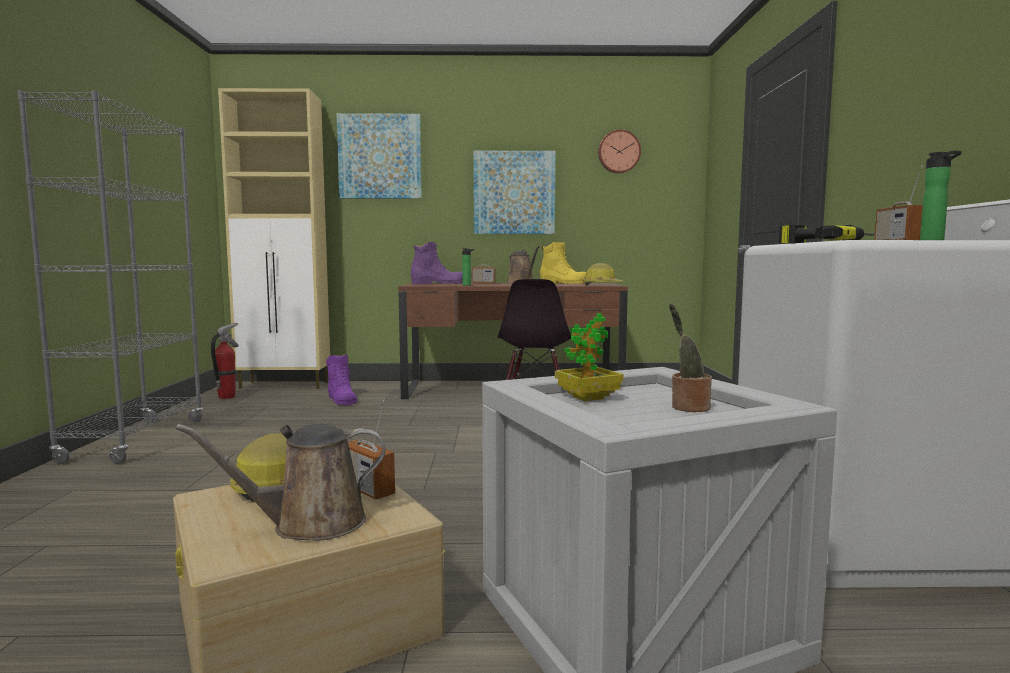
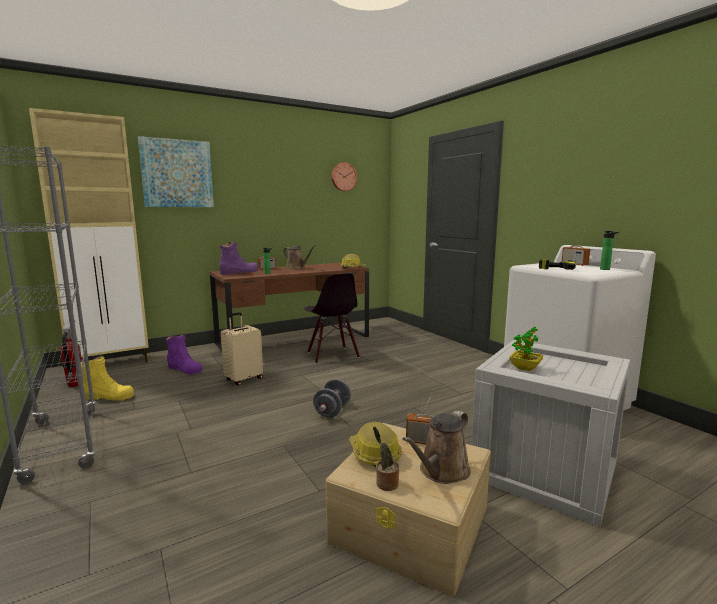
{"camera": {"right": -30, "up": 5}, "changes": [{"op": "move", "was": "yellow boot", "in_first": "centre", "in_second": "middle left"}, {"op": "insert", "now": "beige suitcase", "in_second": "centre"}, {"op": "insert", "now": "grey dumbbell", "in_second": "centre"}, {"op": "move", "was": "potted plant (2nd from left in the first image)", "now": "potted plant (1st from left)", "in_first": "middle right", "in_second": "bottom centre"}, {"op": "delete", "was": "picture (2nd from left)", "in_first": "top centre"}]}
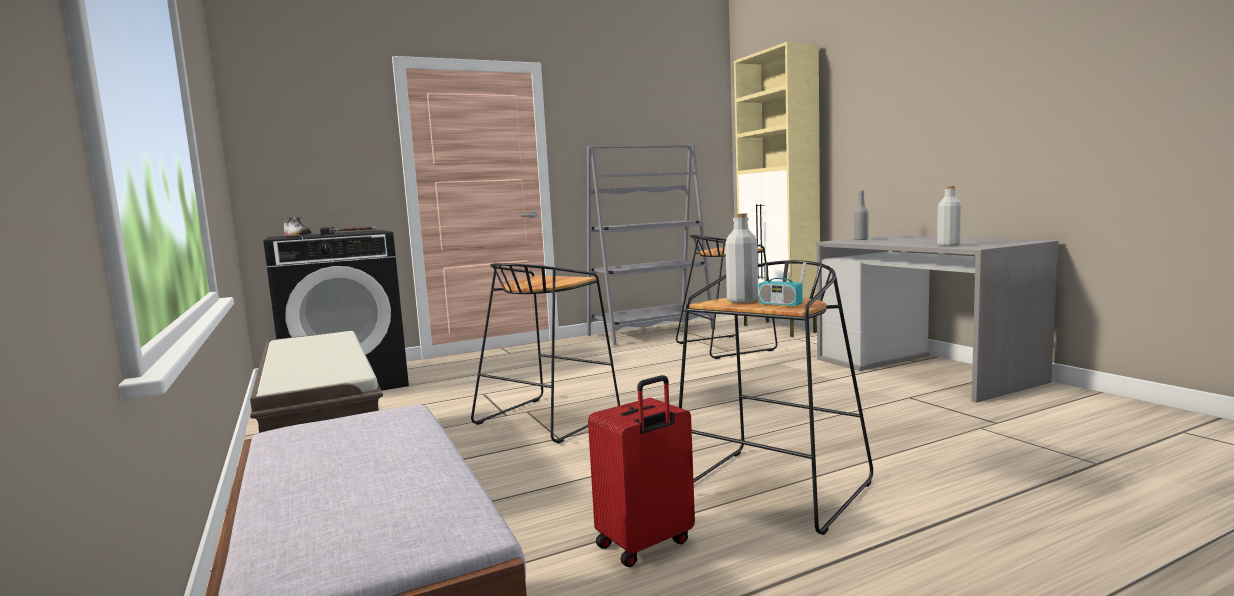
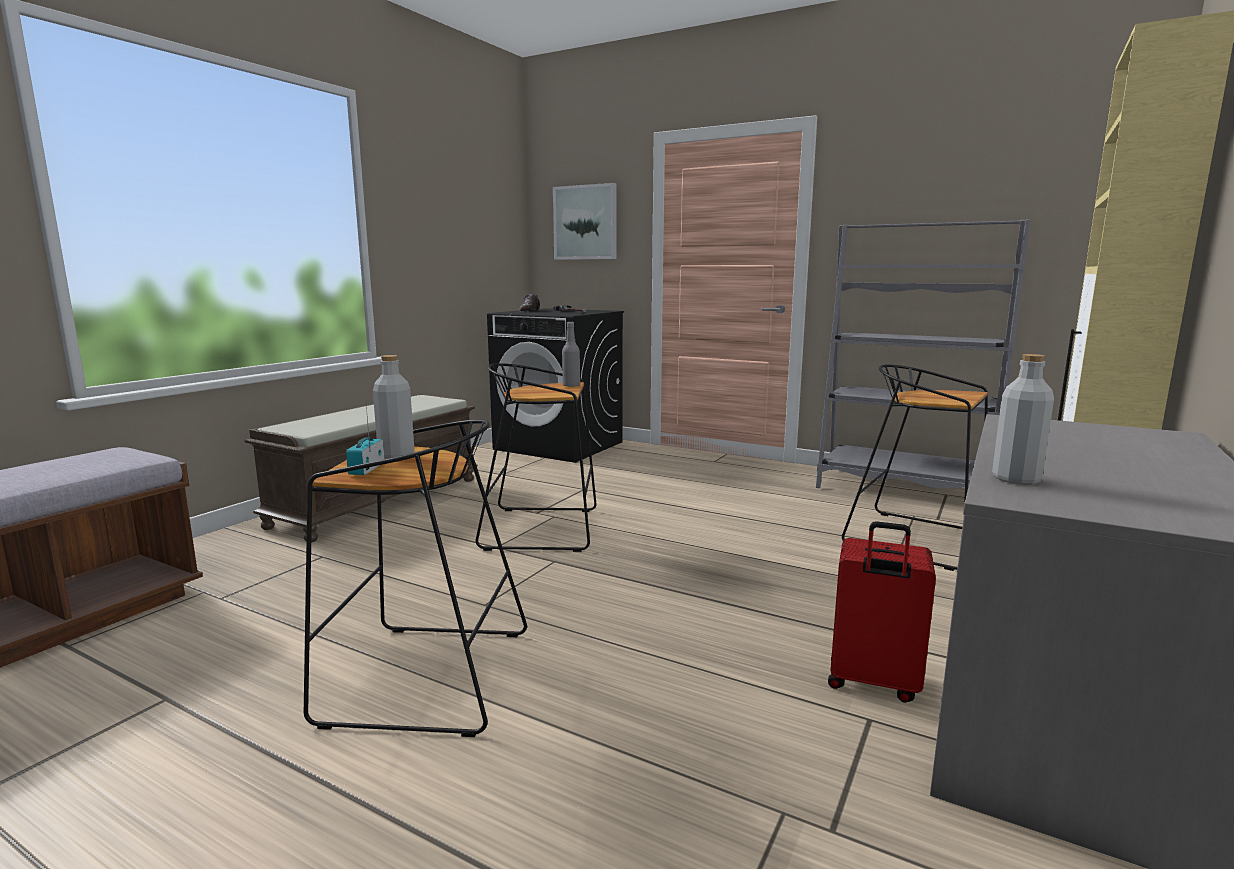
{"camera": {"right": 55, "up": 5}, "changes": [{"op": "insert", "now": "picture", "in_second": "top centre"}, {"op": "move", "was": "grey bottle (2nd from left)", "in_first": "middle right", "in_second": "centre"}, {"op": "move", "was": "red suitcase", "in_first": "bottom centre", "in_second": "bottom right"}]}
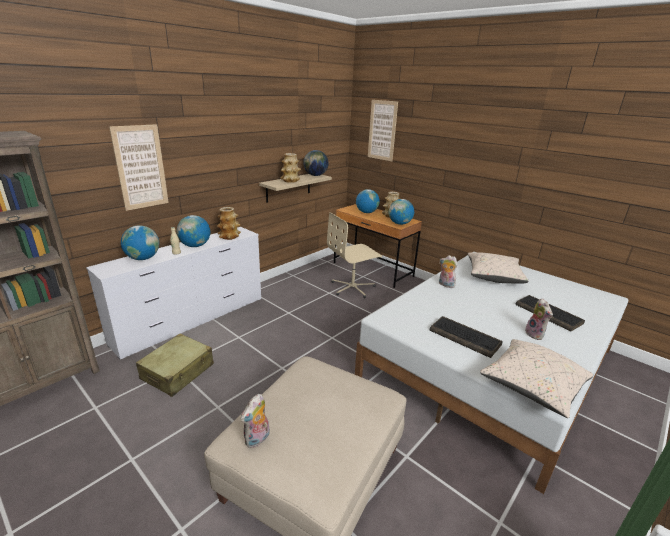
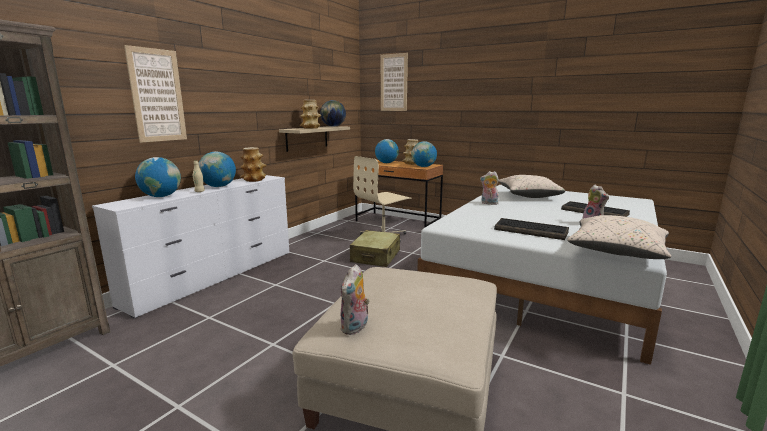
{"camera": {"right": -10, "up": -10}, "changes": [{"op": "move", "was": "beige suitcase", "in_first": "bottom left", "in_second": "centre"}]}
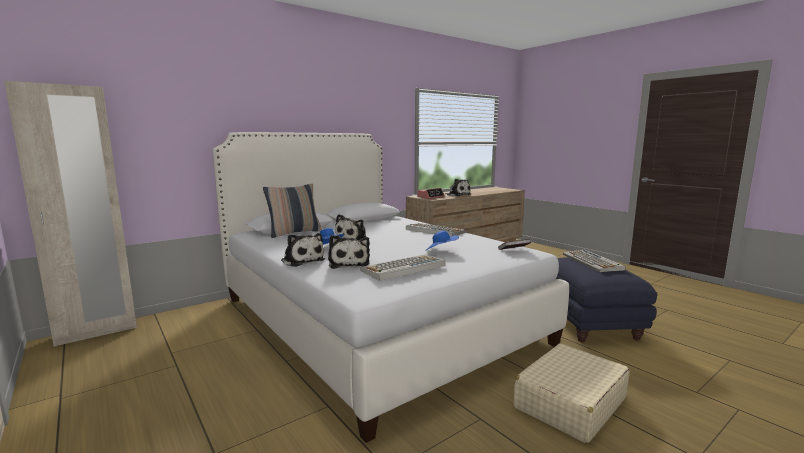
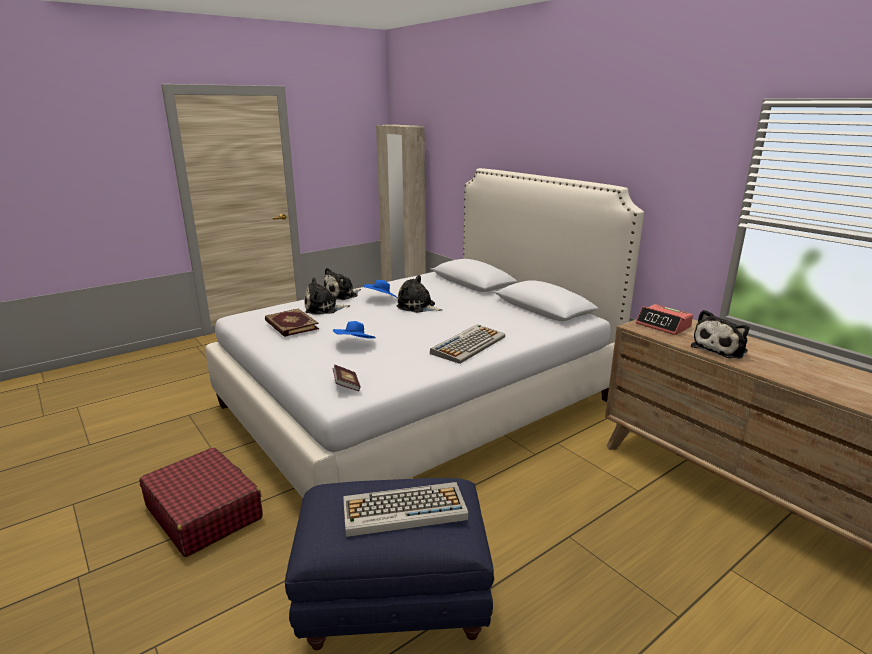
{"camera": {"right": 90, "up": 10}, "changes": [{"op": "recolor", "was": "beige suitcase", "now": "red suitcase", "in_first": "bottom right", "in_second": "bottom left"}, {"op": "replace", "was": "keyboard (1st from left)", "now": "book (1st from left)", "in_first": "centre", "in_second": "centre"}, {"op": "delete", "was": "pillow", "in_first": "centre"}]}
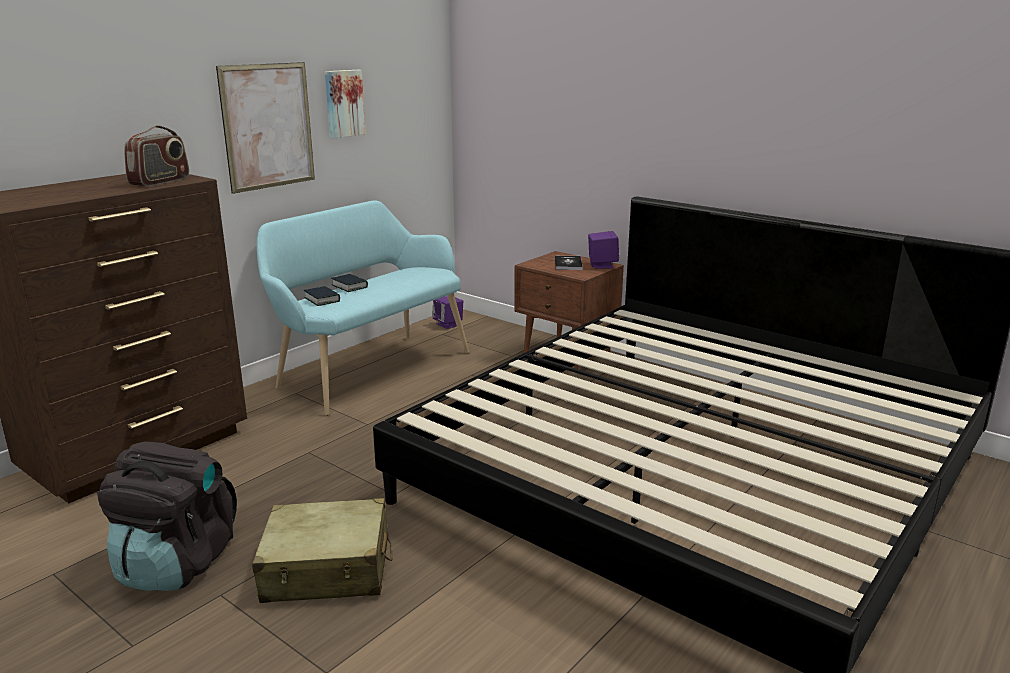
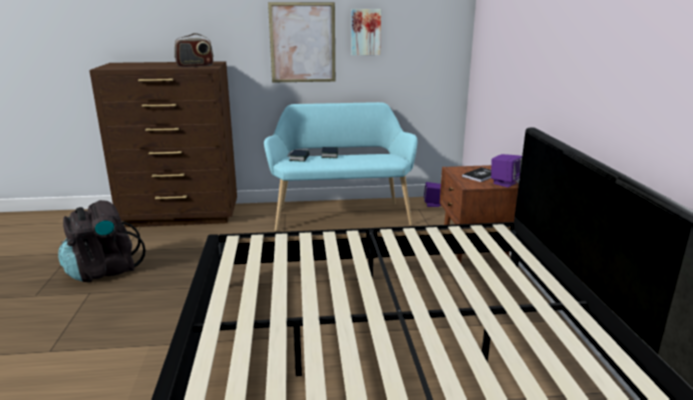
{"camera": {"right": 45, "up": 0}, "changes": [{"op": "delete", "was": "beige suitcase", "in_first": "bottom left"}]}
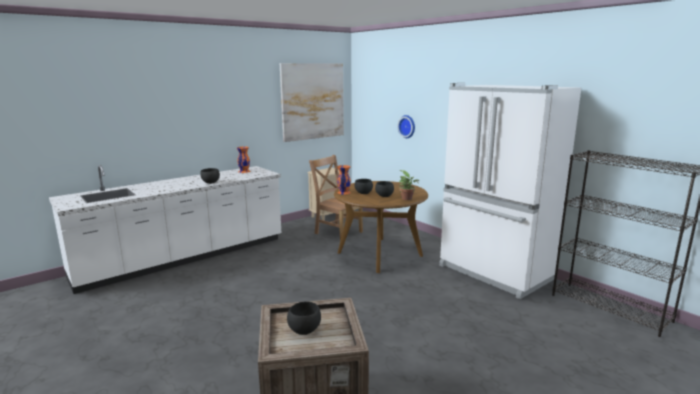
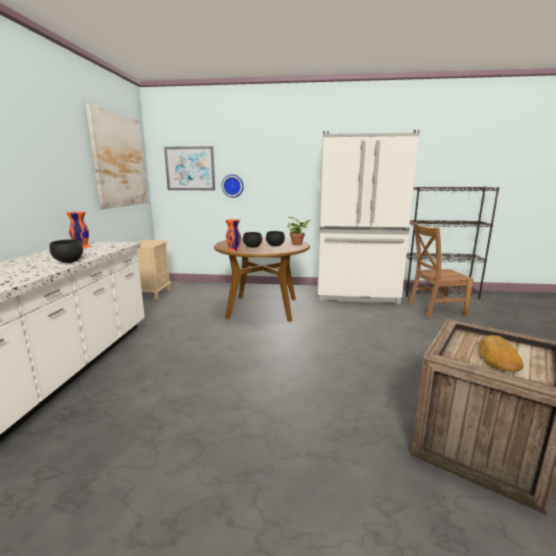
{"camera": {"right": -45, "up": 0}, "changes": [{"op": "insert", "now": "picture (2nd from left)", "in_second": "top centre"}, {"op": "move", "was": "brown chair", "in_first": "centre", "in_second": "middle right"}, {"op": "replace", "was": "black bowl (2nd from left)", "now": "bread", "in_first": "bottom centre", "in_second": "middle right"}]}
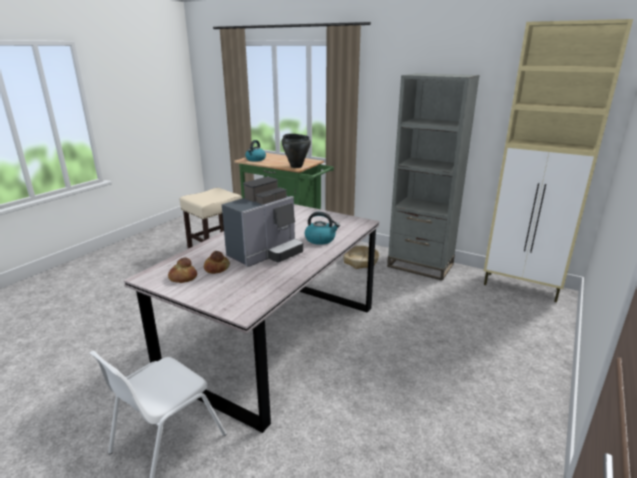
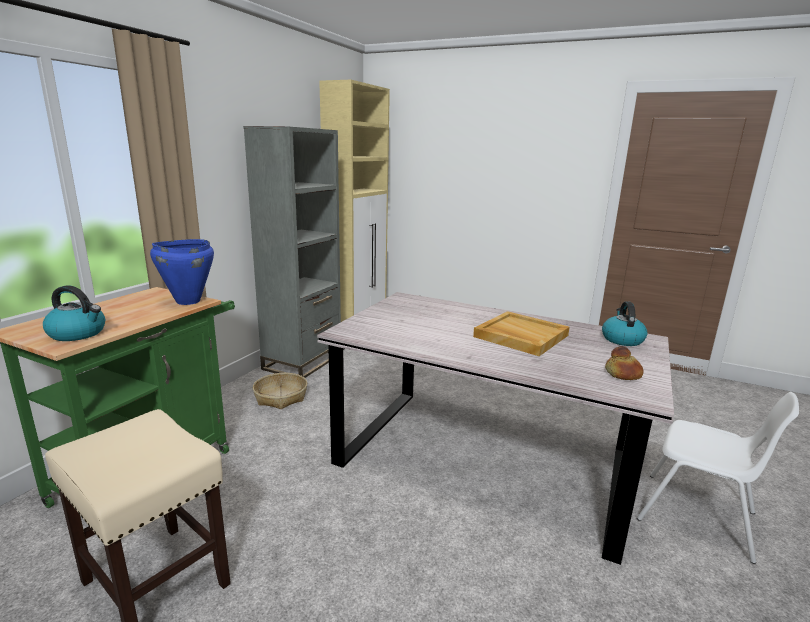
{"camera": {"right": -95, "up": -5}, "changes": [{"op": "recolor", "was": "black cooking pot", "now": "blue cooking pot", "in_first": "top centre", "in_second": "middle left"}, {"op": "replace", "was": "coffee machine", "now": "beige tray", "in_first": "centre", "in_second": "centre"}, {"op": "move", "was": "kettle (2nd from left)", "in_first": "centre", "in_second": "middle right"}, {"op": "delete", "was": "bread (2nd from left)", "in_first": "centre"}]}
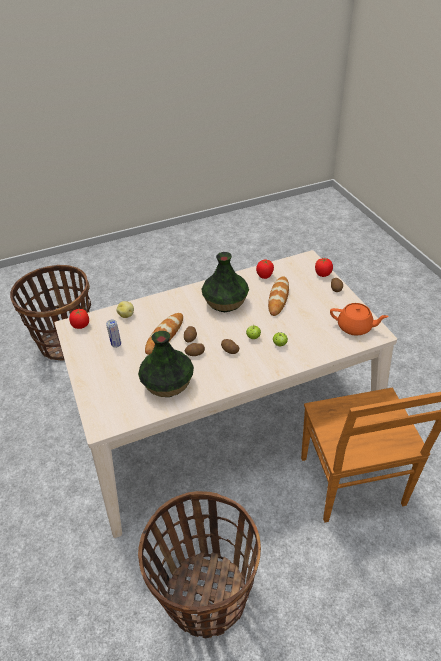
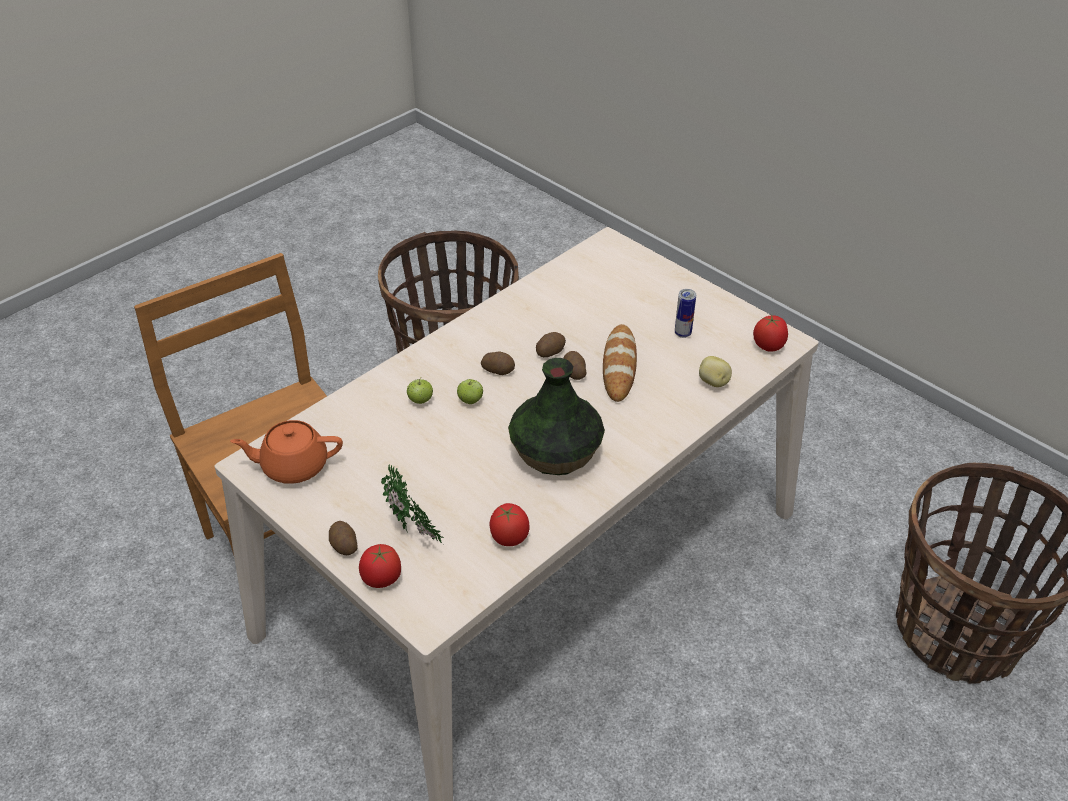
{"camera": {"right": 155, "up": 0}, "changes": [{"op": "insert", "now": "potted plant", "in_second": "centre"}, {"op": "delete", "was": "vase (1st from left)", "in_first": "centre"}, {"op": "delete", "was": "bread (2nd from left)", "in_first": "centre"}]}
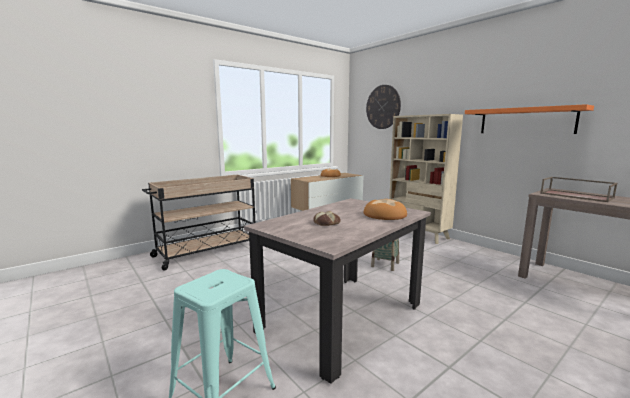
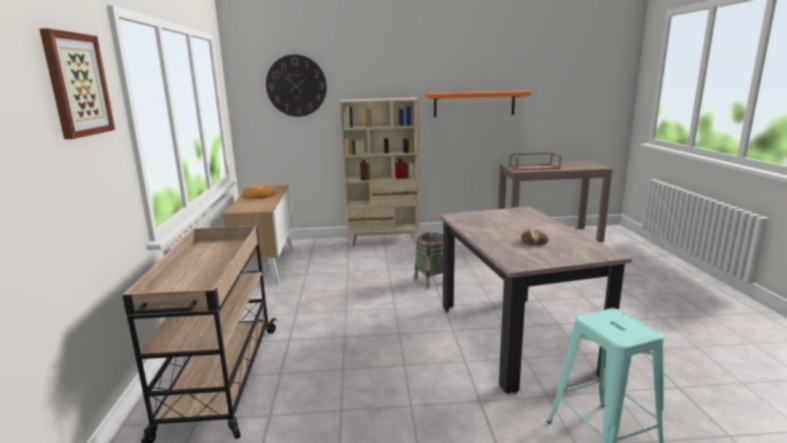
{"camera": {"right": -55, "up": 5}, "changes": [{"op": "insert", "now": "picture", "in_second": "top left"}, {"op": "delete", "was": "bread (3rd from left)", "in_first": "centre"}]}
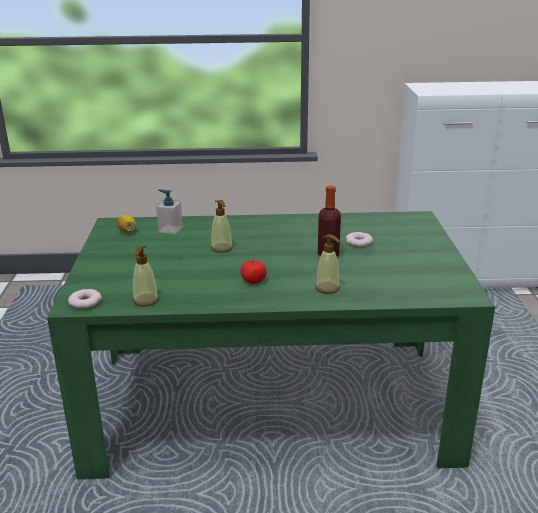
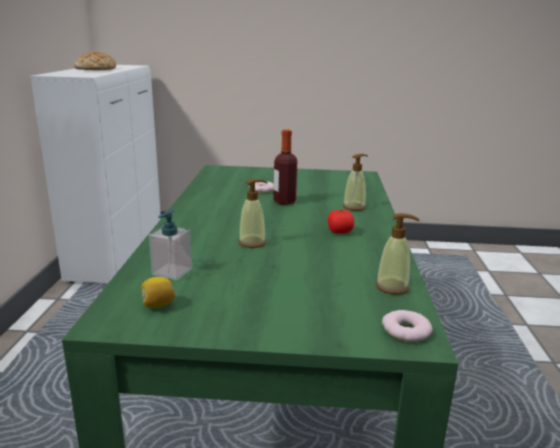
{"camera": {"right": -85, "up": -5}, "changes": [{"op": "insert", "now": "bread", "in_second": "top left"}]}
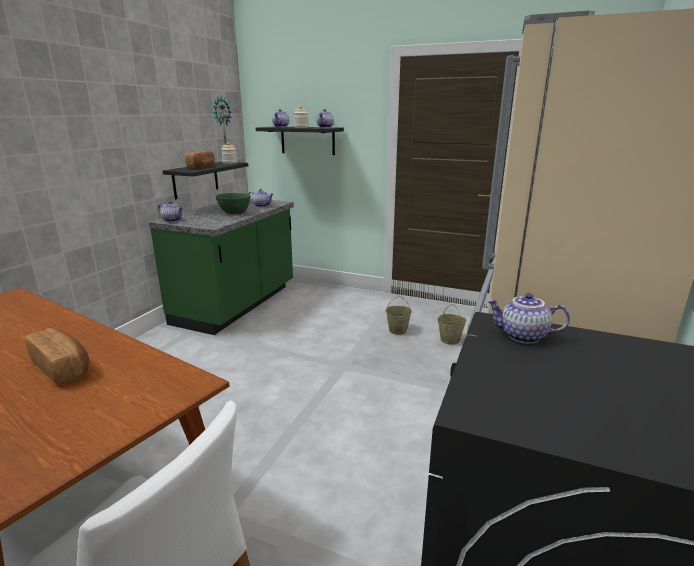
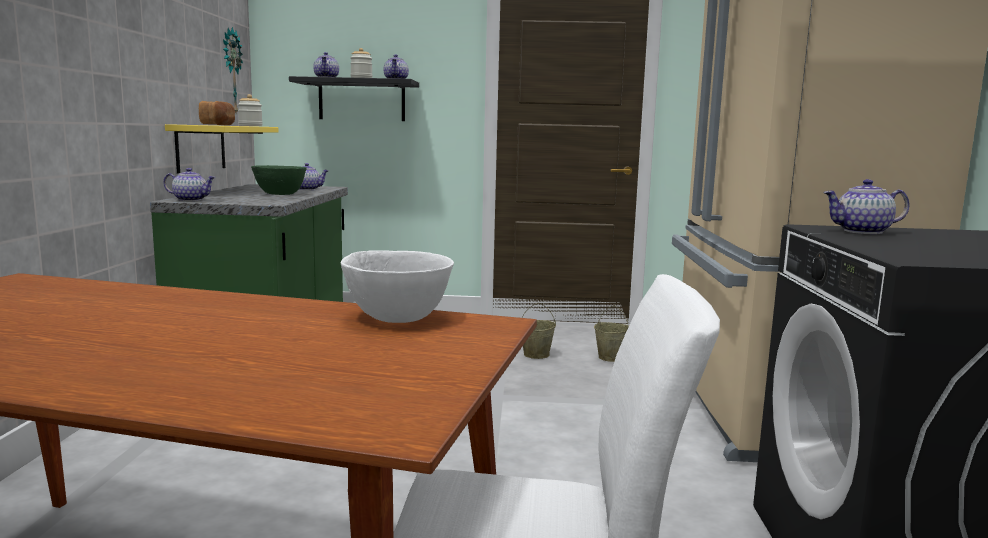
{"camera": {"right": -20, "up": -10}, "changes": [{"op": "recolor", "was": "black shelf (1st from left)", "now": "yellow shelf", "in_first": "top left", "in_second": "top left"}, {"op": "insert", "now": "white bowl", "in_second": "centre"}, {"op": "delete", "was": "bread (1st from left)", "in_first": "middle left"}]}
